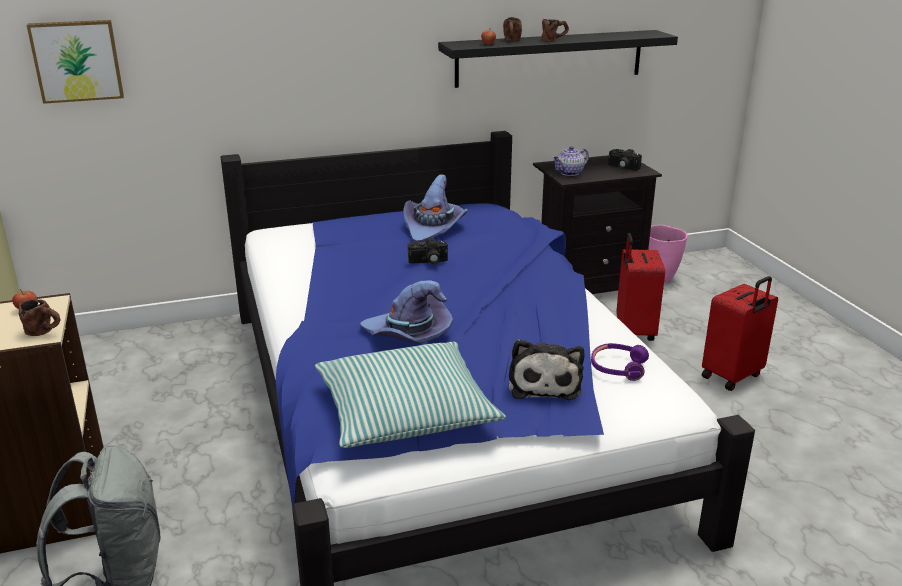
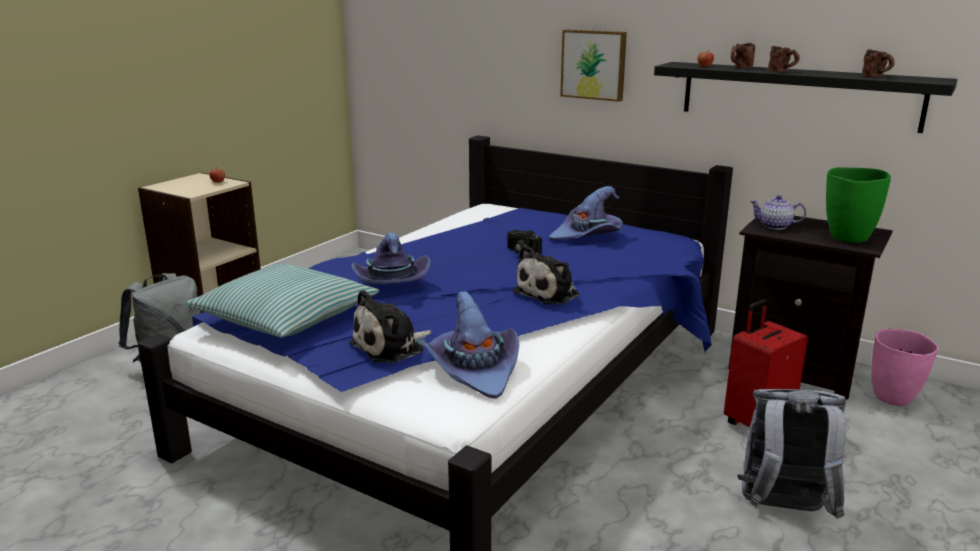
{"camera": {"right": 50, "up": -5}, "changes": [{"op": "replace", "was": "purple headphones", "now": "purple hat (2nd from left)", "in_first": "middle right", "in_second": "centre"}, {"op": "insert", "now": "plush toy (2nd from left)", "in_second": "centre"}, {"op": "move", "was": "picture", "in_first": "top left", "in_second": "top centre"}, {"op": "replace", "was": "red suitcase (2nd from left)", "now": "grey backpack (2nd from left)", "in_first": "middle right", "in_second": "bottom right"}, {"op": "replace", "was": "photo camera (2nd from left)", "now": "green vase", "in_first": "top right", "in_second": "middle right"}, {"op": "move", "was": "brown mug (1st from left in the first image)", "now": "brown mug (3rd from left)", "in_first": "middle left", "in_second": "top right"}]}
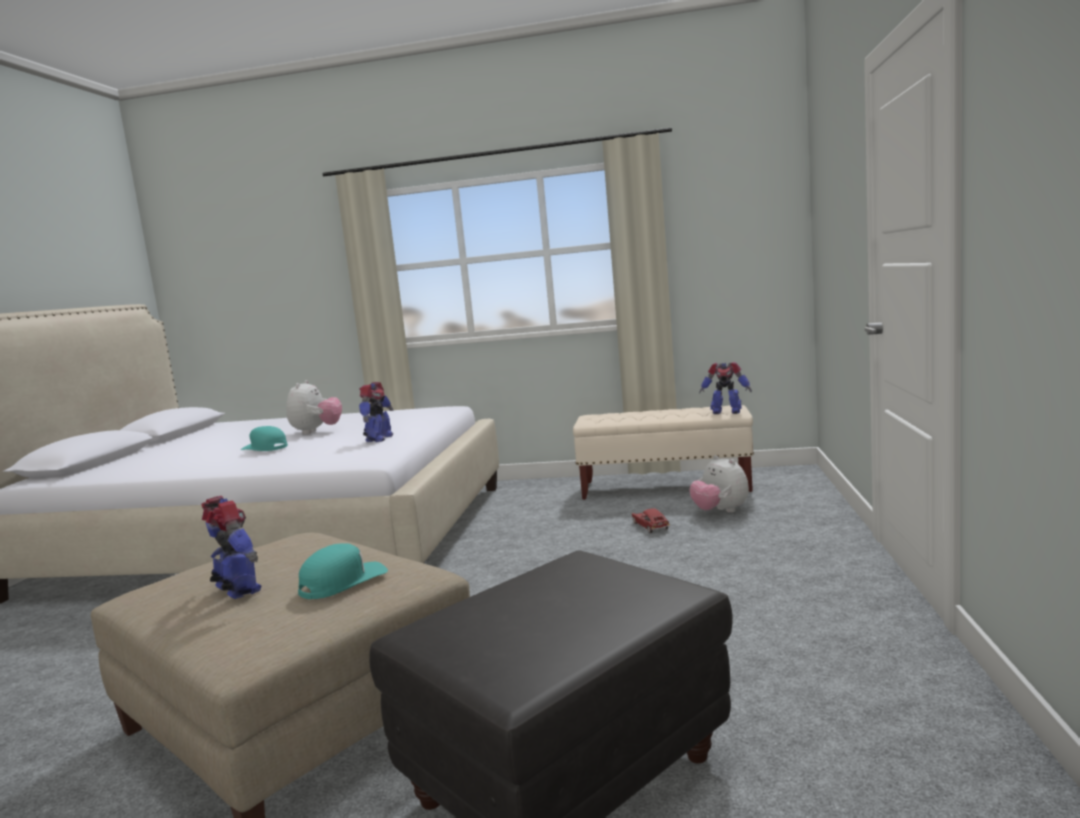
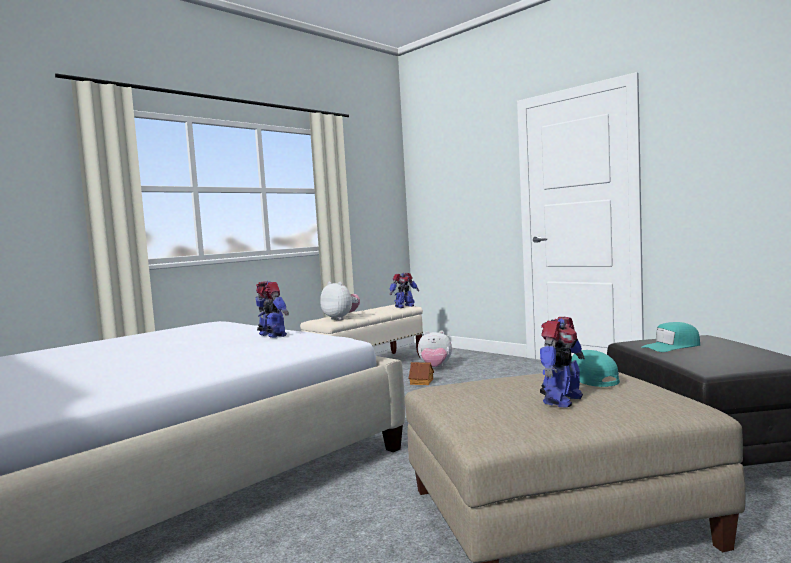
{"camera": {"right": -55, "up": -5}, "changes": [{"op": "move", "was": "plush toy (1st from left)", "in_first": "middle left", "in_second": "centre"}, {"op": "replace", "was": "toy car", "now": "toy house", "in_first": "centre", "in_second": "centre"}, {"op": "rotate", "was": "toy robot (1st from left in the first image)", "in_first": "bottom left", "in_second": "middle right", "clockwise": 135}, {"op": "move", "was": "turquoise cap (1st from left in the first image)", "now": "turquoise cap (2nd from left)", "in_first": "middle left", "in_second": "middle right"}]}
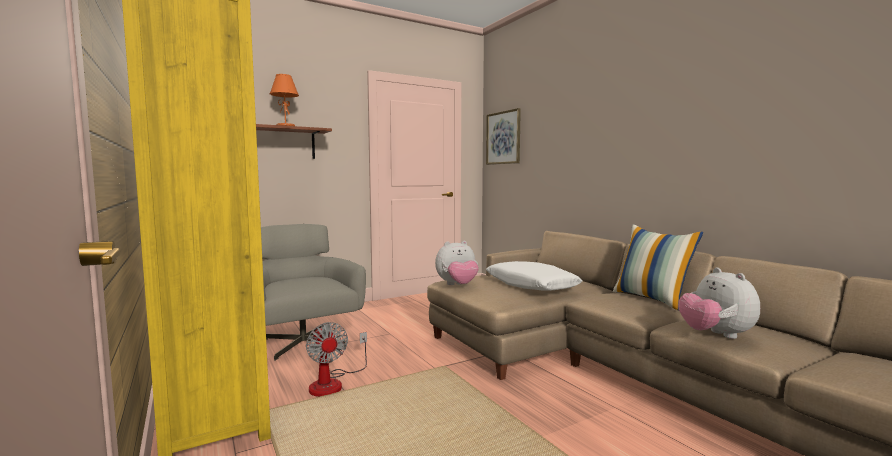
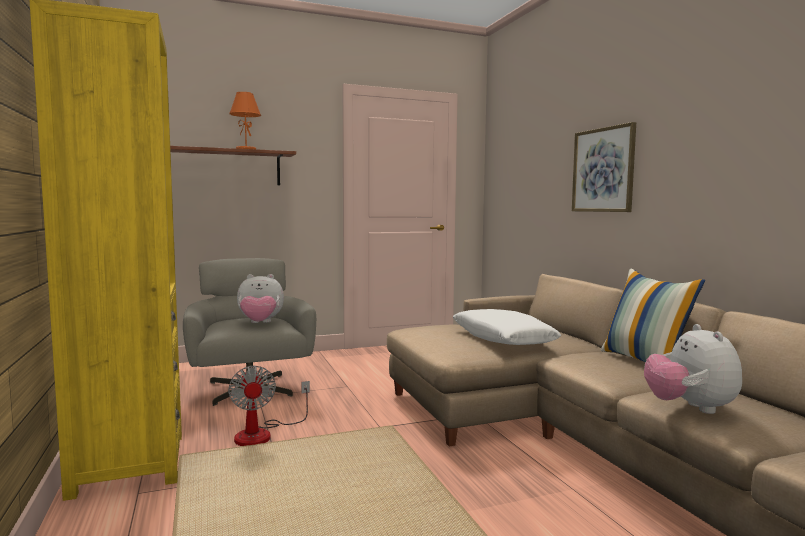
{"camera": {"right": 10, "up": 0}, "changes": [{"op": "move", "was": "plush toy (1st from left)", "in_first": "centre", "in_second": "middle left"}, {"op": "move", "was": "picture", "in_first": "top centre", "in_second": "top right"}]}
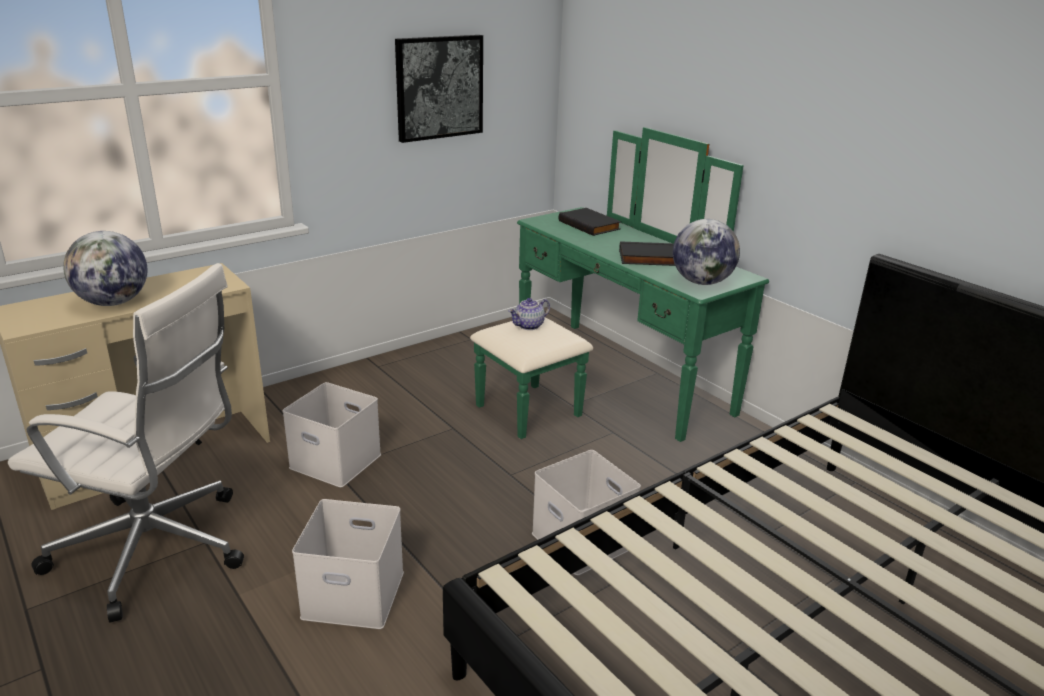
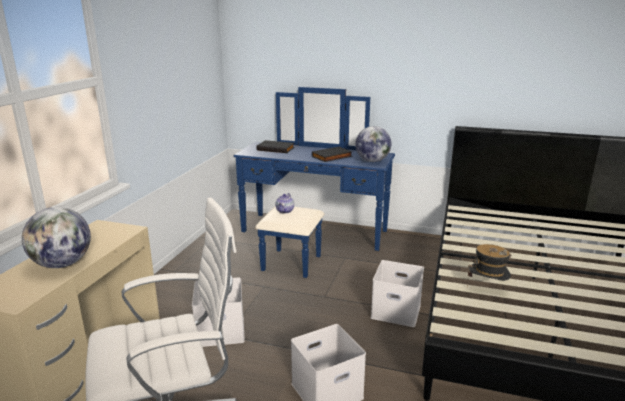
{"camera": {"right": -35, "up": -5}, "changes": [{"op": "recolor", "was": "green dresser", "now": "blue dresser", "in_first": "centre", "in_second": "centre"}, {"op": "insert", "now": "hat", "in_second": "middle right"}, {"op": "delete", "was": "picture", "in_first": "top centre"}]}
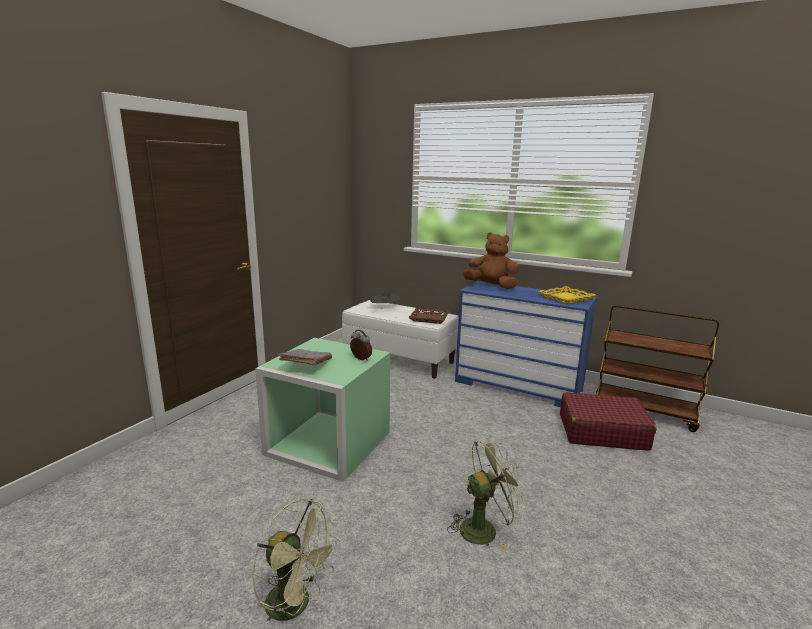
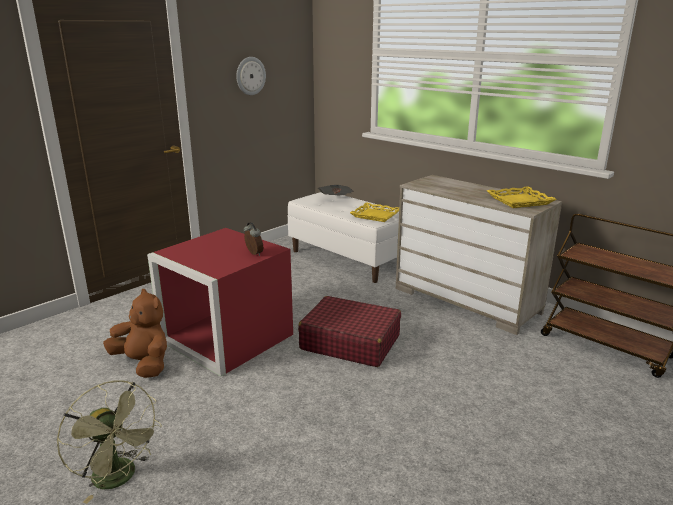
{"camera": {"right": 15, "up": 5}, "changes": [{"op": "move", "was": "brown plush toy", "in_first": "centre", "in_second": "middle left"}, {"op": "recolor", "was": "green storage box", "now": "red storage box", "in_first": "centre", "in_second": "middle left"}, {"op": "insert", "now": "wall clock", "in_second": "top centre"}, {"op": "move", "was": "red suitcase", "in_first": "bottom right", "in_second": "centre"}, {"op": "recolor", "was": "brown tray", "now": "yellow tray (1st from left)", "in_first": "centre", "in_second": "centre"}, {"op": "recolor", "was": "blue dresser", "now": "beige dresser", "in_first": "centre", "in_second": "middle right"}, {"op": "delete", "was": "grey book", "in_first": "centre"}, {"op": "delete", "was": "green fan (2nd from left)", "in_first": "bottom centre"}]}
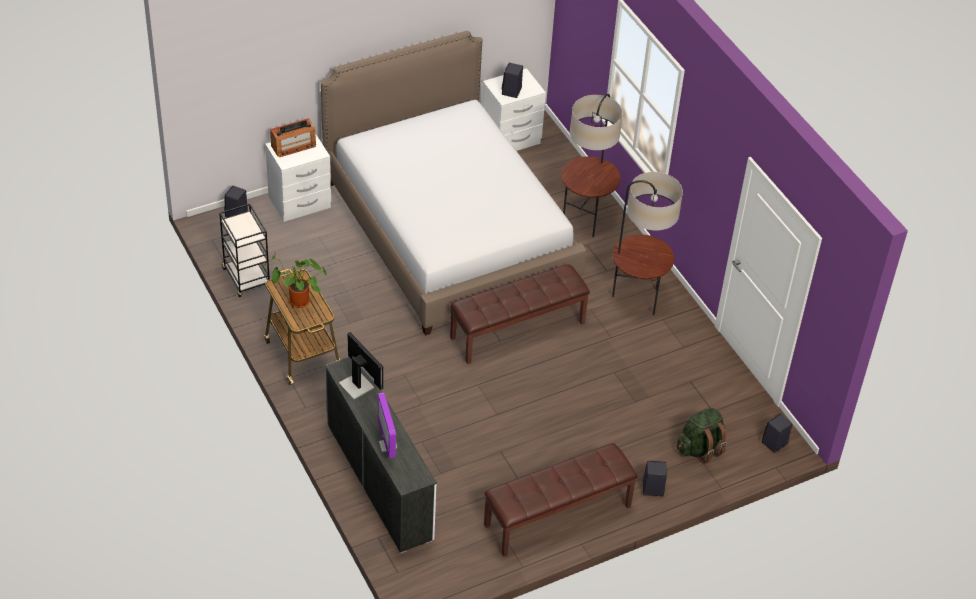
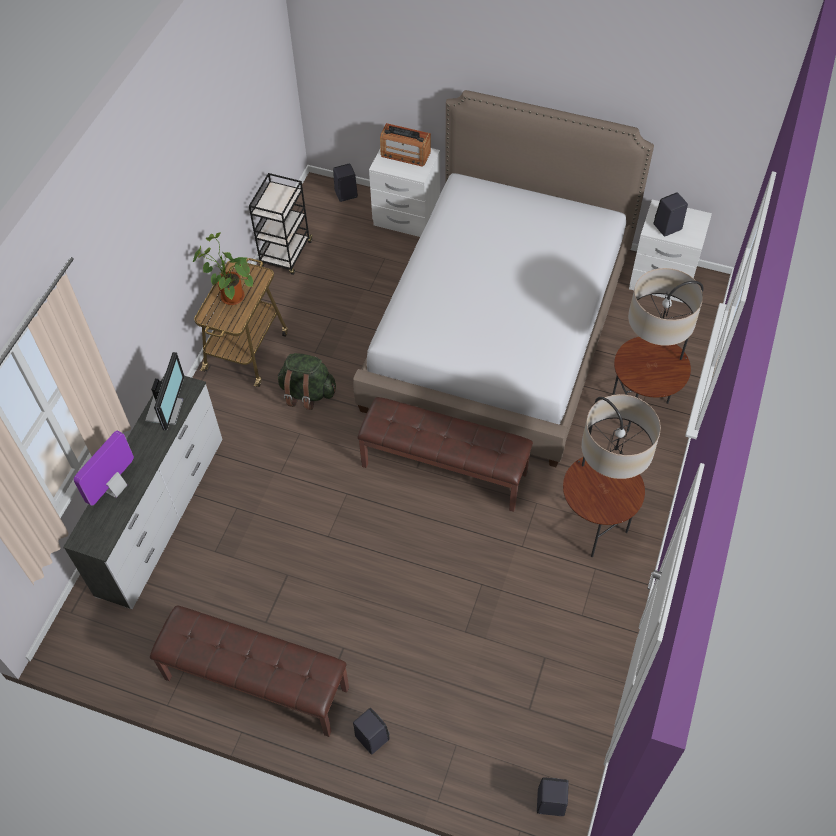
{"camera": {"right": 50, "up": 10}, "changes": [{"op": "move", "was": "green backpack", "in_first": "bottom right", "in_second": "centre"}]}
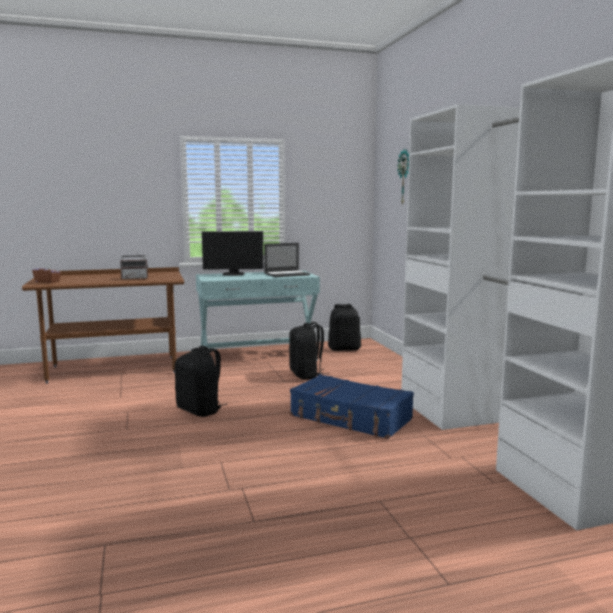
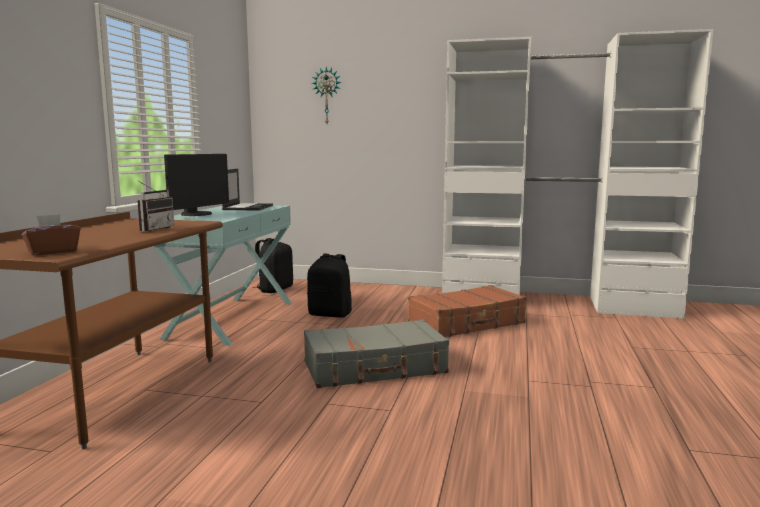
{"camera": {"right": -60, "up": 0}, "changes": [{"op": "replace", "was": "black backpack (1st from left)", "now": "grey suitcase", "in_first": "middle left", "in_second": "bottom centre"}, {"op": "recolor", "was": "blue suitcase", "now": "brown suitcase", "in_first": "centre", "in_second": "centre"}]}
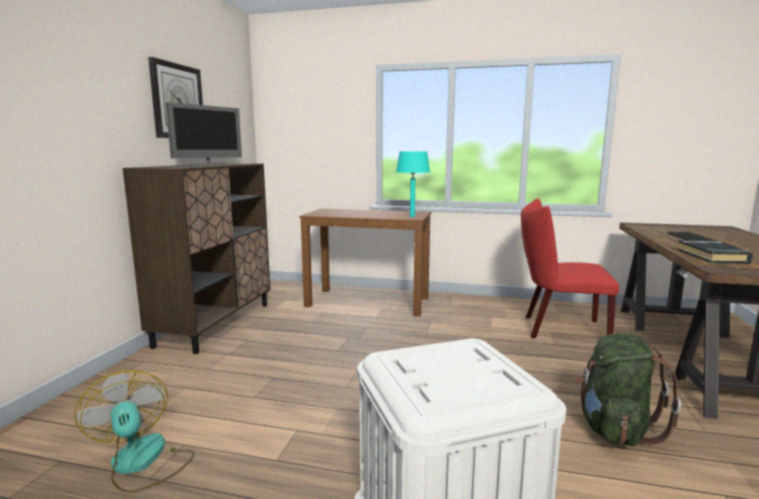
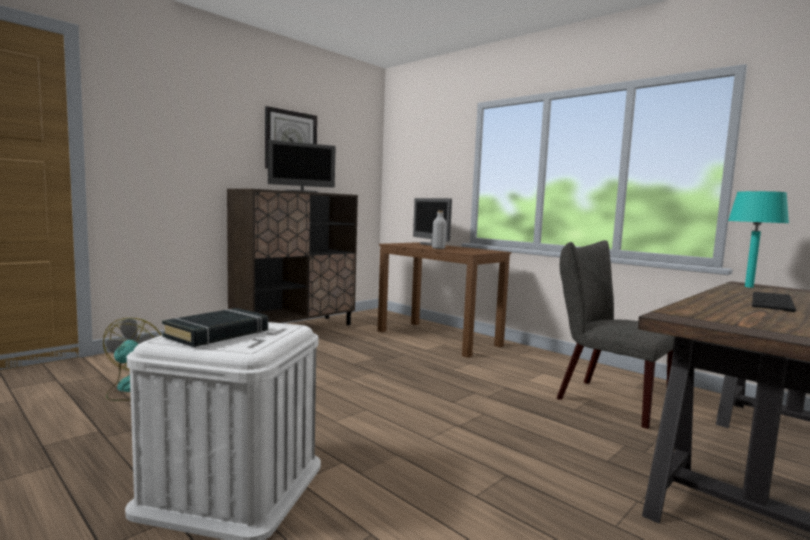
{"camera": {"right": 30, "up": -5}, "changes": [{"op": "move", "was": "black book", "in_first": "middle right", "in_second": "middle left"}, {"op": "insert", "now": "monitor (2nd from left)", "in_second": "centre"}, {"op": "insert", "now": "grey bottle", "in_second": "centre"}, {"op": "recolor", "was": "red chair", "now": "grey chair", "in_first": "middle right", "in_second": "middle right"}, {"op": "move", "was": "turquoise table lamp", "in_first": "centre", "in_second": "middle right"}, {"op": "delete", "was": "green backpack", "in_first": "bottom right"}]}
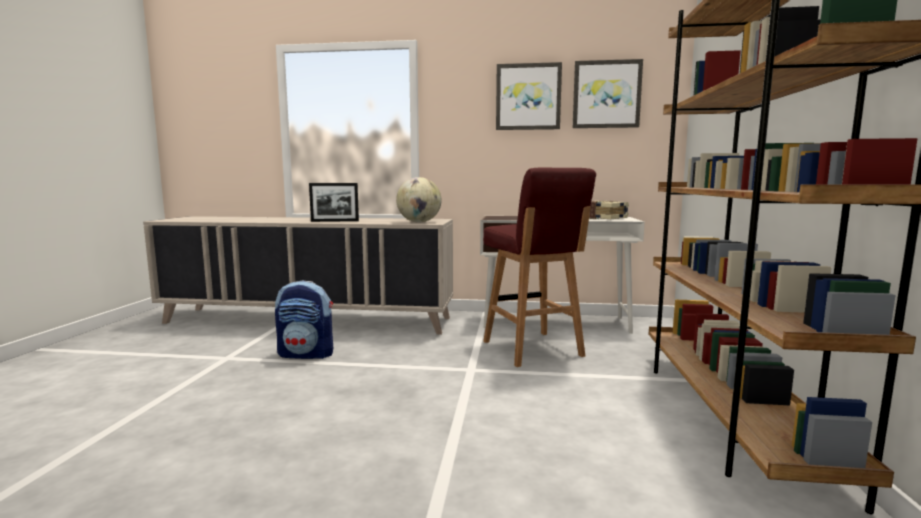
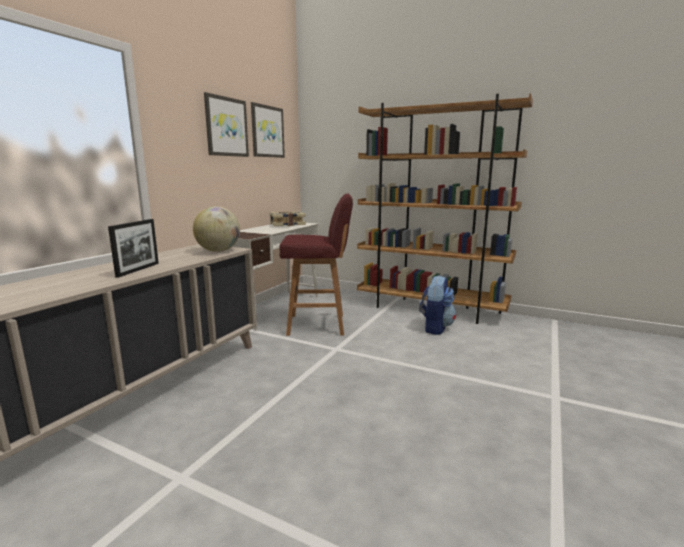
{"camera": {"right": -70, "up": 5}, "changes": [{"op": "move", "was": "backpack", "in_first": "middle left", "in_second": "centre"}]}
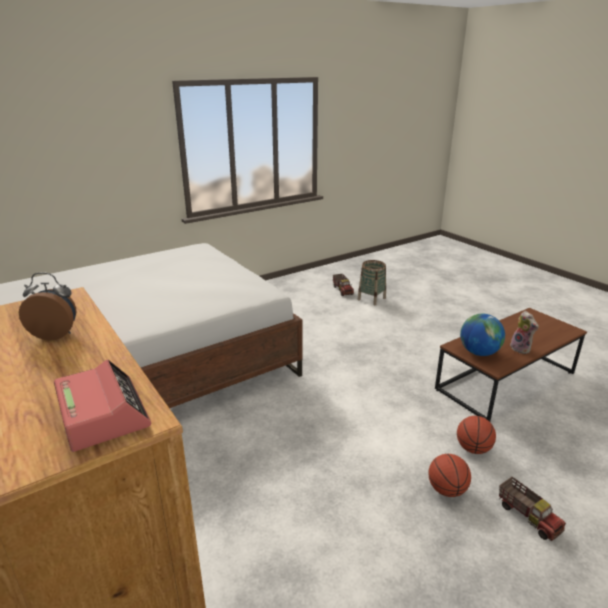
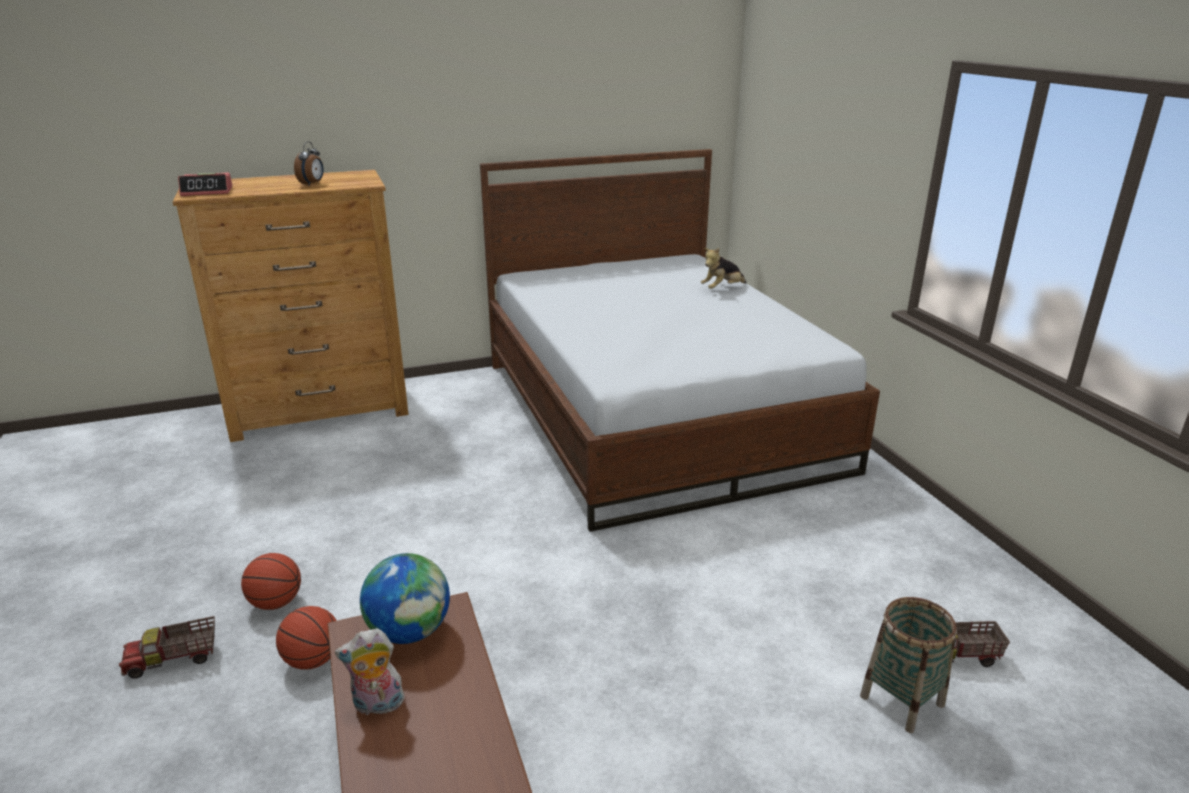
{"camera": {"right": 105, "up": 0}, "changes": [{"op": "insert", "now": "plush toy (2nd from left)", "in_second": "centre"}]}
